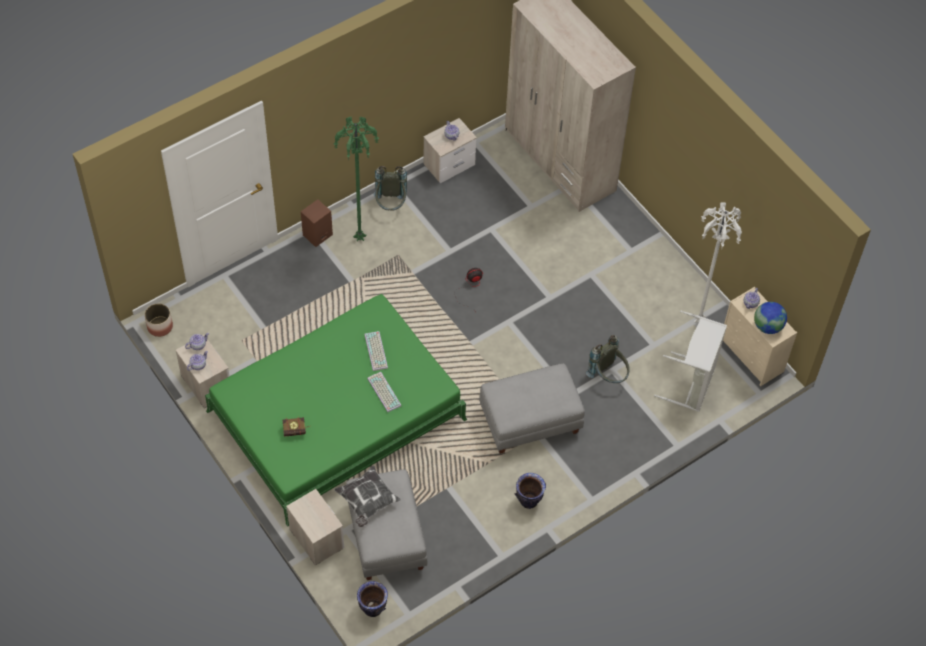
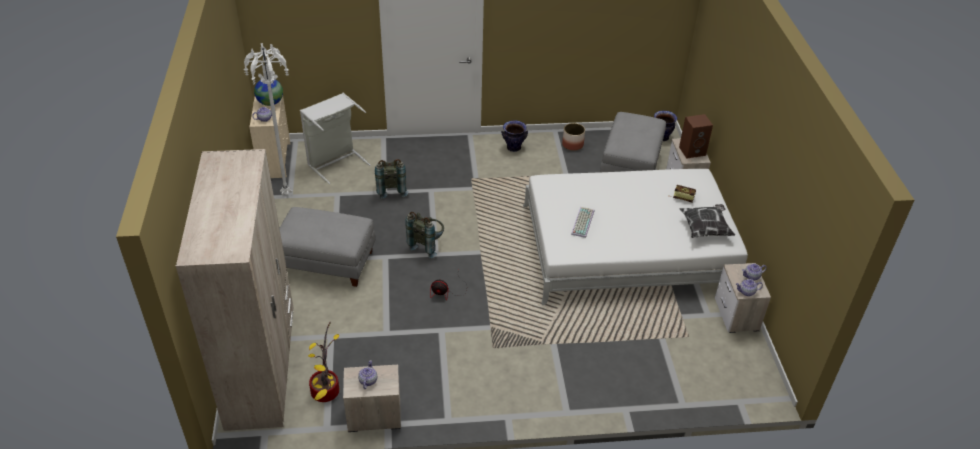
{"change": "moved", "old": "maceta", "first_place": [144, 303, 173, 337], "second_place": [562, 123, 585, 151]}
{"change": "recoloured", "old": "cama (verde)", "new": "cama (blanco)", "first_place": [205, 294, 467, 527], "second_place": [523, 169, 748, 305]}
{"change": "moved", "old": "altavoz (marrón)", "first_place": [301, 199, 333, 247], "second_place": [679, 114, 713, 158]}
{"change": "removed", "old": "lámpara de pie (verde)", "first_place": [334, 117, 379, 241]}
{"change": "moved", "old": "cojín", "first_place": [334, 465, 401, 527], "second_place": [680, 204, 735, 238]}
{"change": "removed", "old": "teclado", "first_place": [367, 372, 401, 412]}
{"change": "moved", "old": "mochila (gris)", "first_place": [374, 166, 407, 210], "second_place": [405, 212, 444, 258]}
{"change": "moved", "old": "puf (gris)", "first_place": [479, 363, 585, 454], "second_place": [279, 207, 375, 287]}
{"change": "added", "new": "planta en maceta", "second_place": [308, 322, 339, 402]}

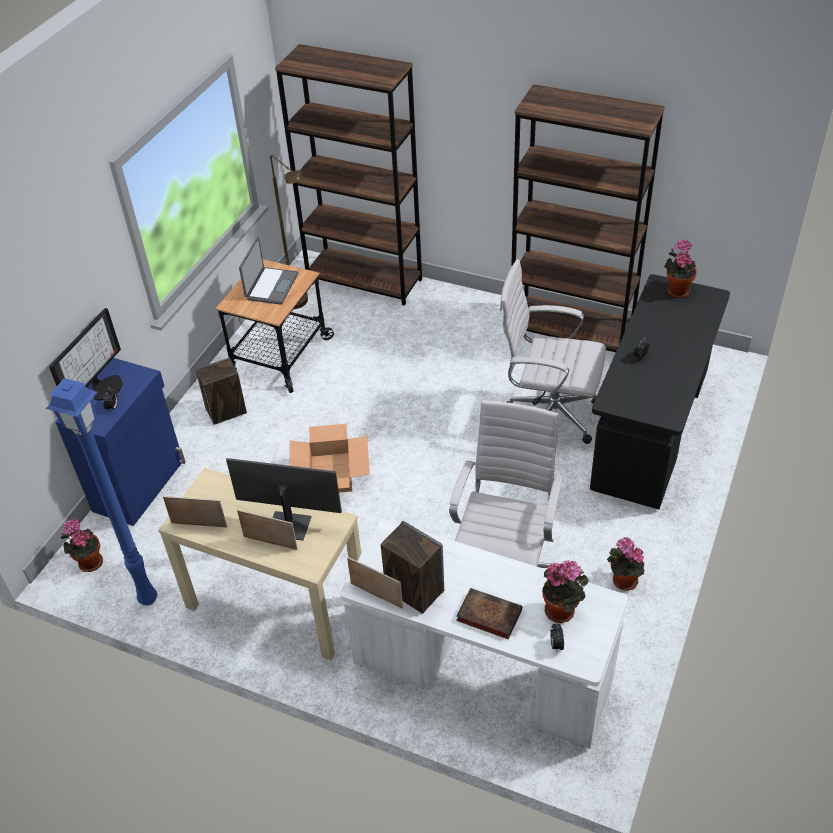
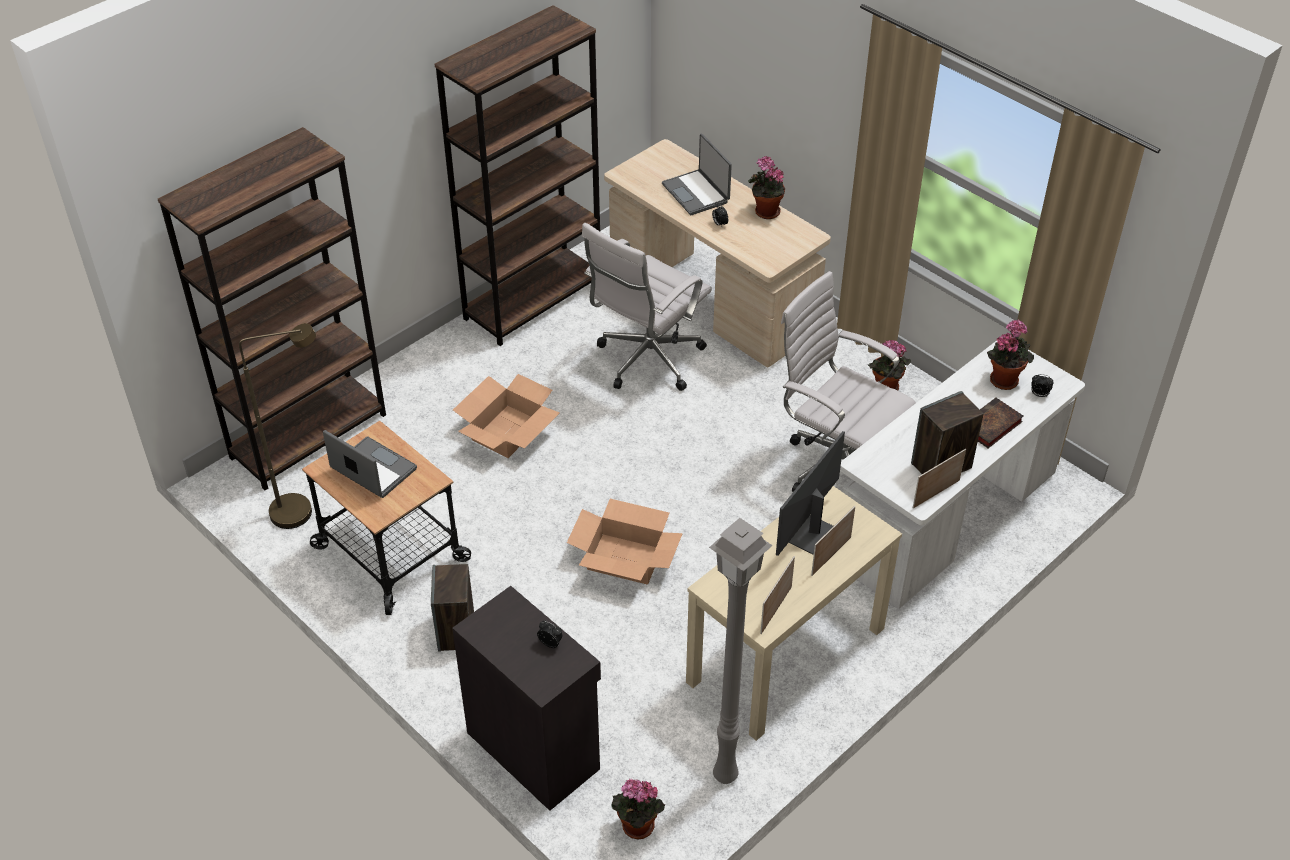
{"change": "recoloured", "old": "lámpara de pie (azul)", "new": "lámpara de pie (gris)", "first_place": [46, 378, 157, 606], "second_place": [709, 518, 773, 784]}
{"change": "removed", "old": "monitor", "first_place": [49, 308, 123, 401]}
{"change": "recoloured", "old": "armario (azul)", "new": "armario (negro)", "first_place": [55, 358, 186, 526], "second_place": [452, 586, 601, 811]}
{"change": "recoloured", "old": "escritorio (negro)", "new": "escritorio (beis)", "first_place": [590, 274, 730, 509], "second_place": [604, 139, 831, 367]}
{"change": "moved", "old": "planta en maceta", "first_place": [664, 239, 697, 298], "second_place": [748, 156, 785, 219]}
{"change": "added", "new": "caja de cartón", "second_place": [453, 374, 560, 458]}
{"change": "added", "new": "portátil", "second_place": [662, 134, 732, 215]}

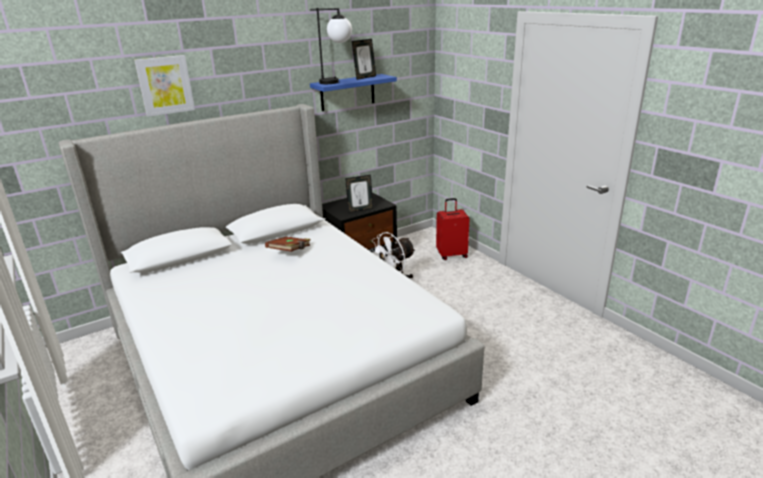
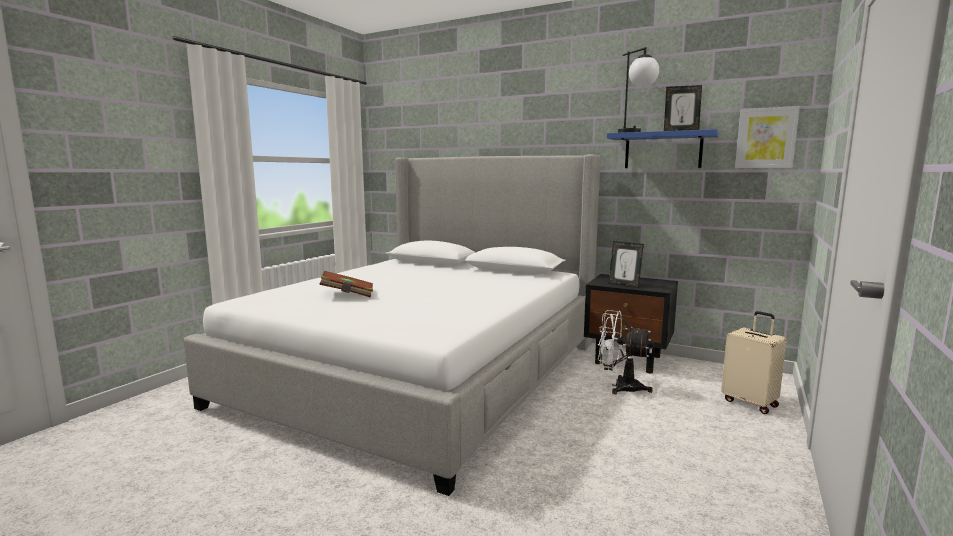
{"change": "moved", "old": "cuadro", "first_place": [134, 55, 195, 117], "second_place": [735, 106, 800, 168]}
{"change": "moved", "old": "libro (marrón)", "first_place": [265, 237, 311, 252], "second_place": [319, 271, 373, 298]}
{"change": "recoloured", "old": "maleta (rojo)", "new": "maleta (beis)", "first_place": [436, 198, 469, 260], "second_place": [721, 311, 787, 414]}

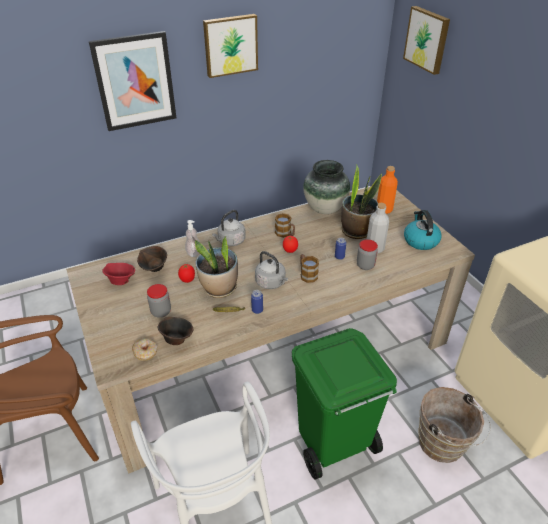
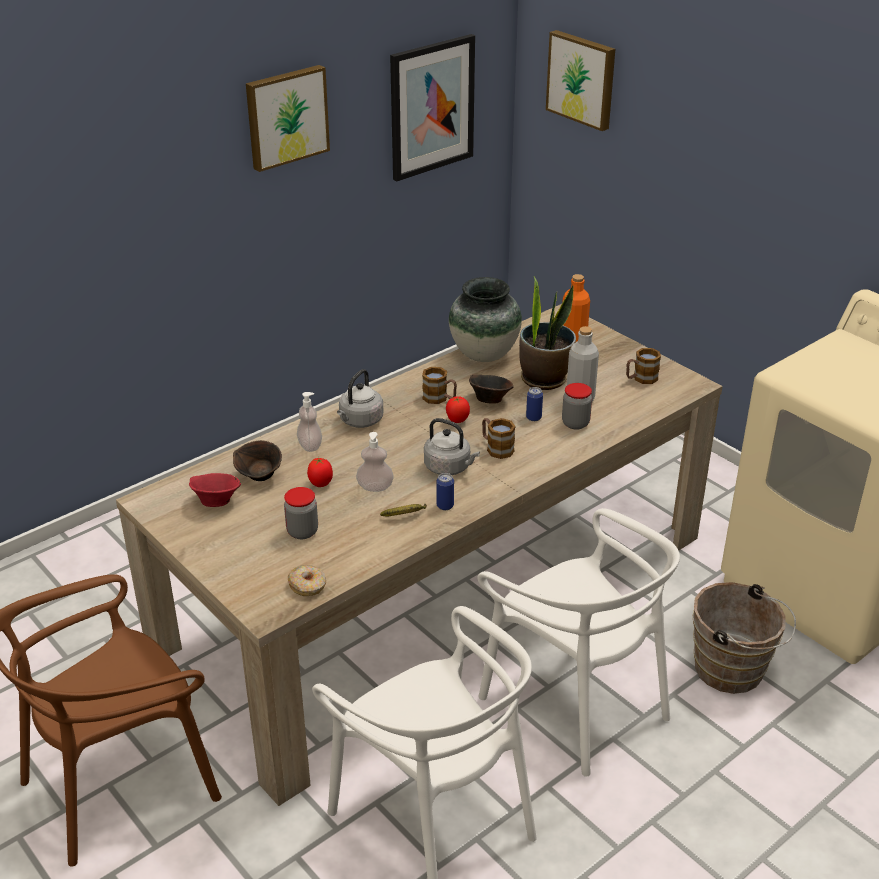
{"change": "moved", "old": "cuadro", "first_place": [89, 31, 176, 131], "second_place": [390, 34, 475, 182]}
{"change": "moved", "old": "cuenco (marrón)", "first_place": [158, 317, 193, 345], "second_place": [469, 374, 514, 404]}
{"change": "replaced", "old": "planta en maceta", "new": "dispensador de jabón", "first_place": [195, 236, 238, 298], "second_place": [356, 432, 394, 492]}
{"change": "replaced", "old": "papelera (verde)", "new": "silla (blanco)", "first_place": [292, 328, 397, 480], "second_place": [478, 508, 680, 776]}
{"change": "replaced", "old": "hervidor", "new": "taza grande", "first_place": [404, 210, 441, 250], "second_place": [626, 348, 661, 384]}

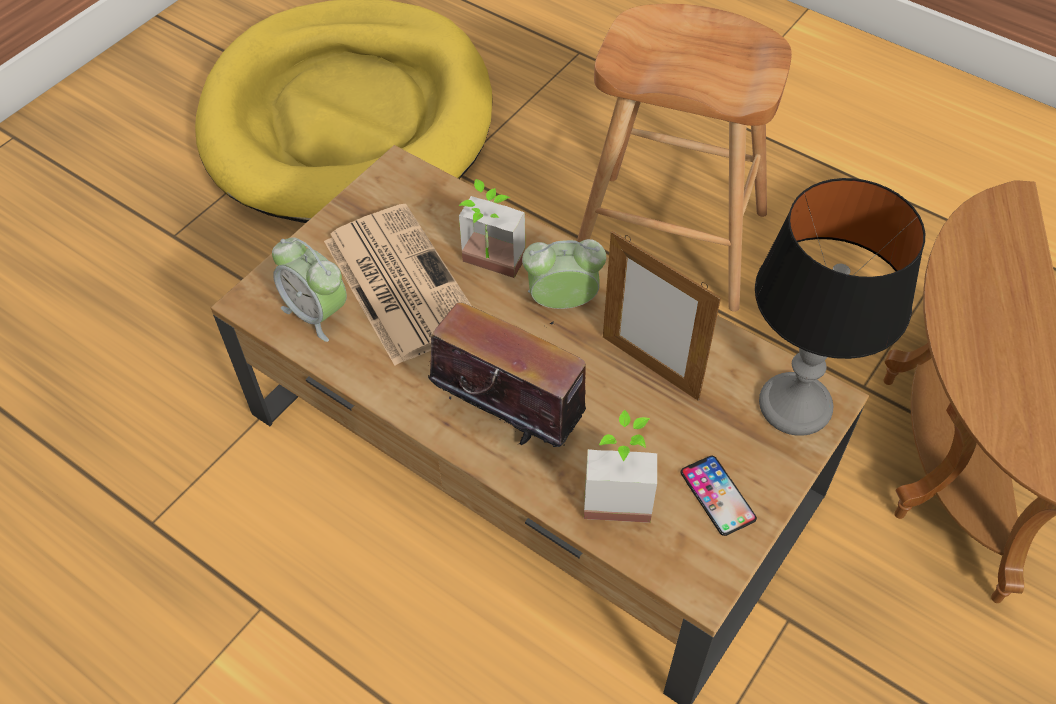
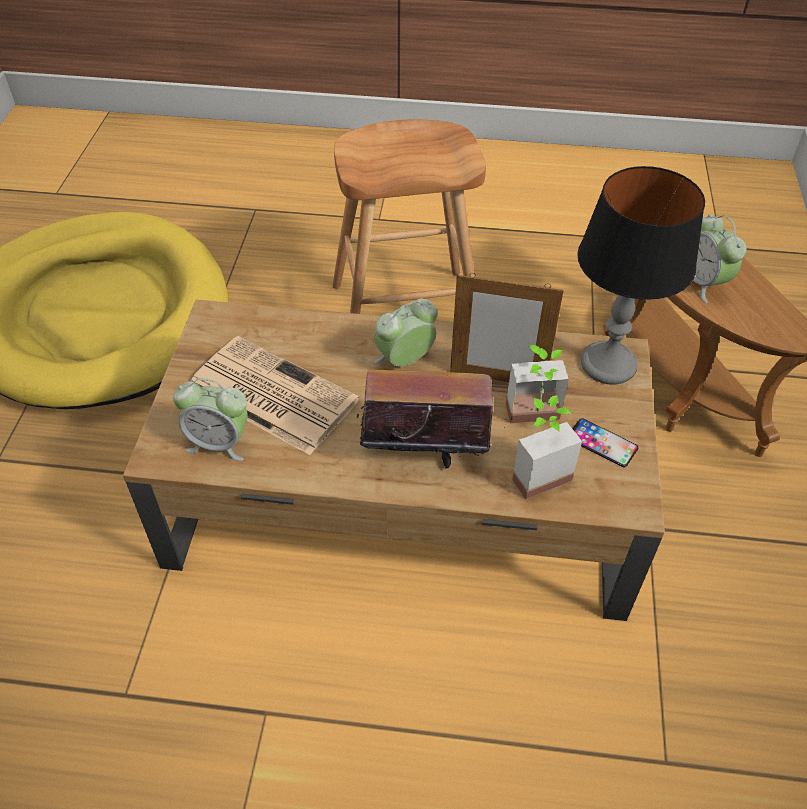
{"change": "moved", "old": "planta en maceta", "first_place": [459, 179, 525, 278], "second_place": [506, 345, 569, 423]}
{"change": "added", "new": "despertador", "second_place": [693, 214, 747, 303]}

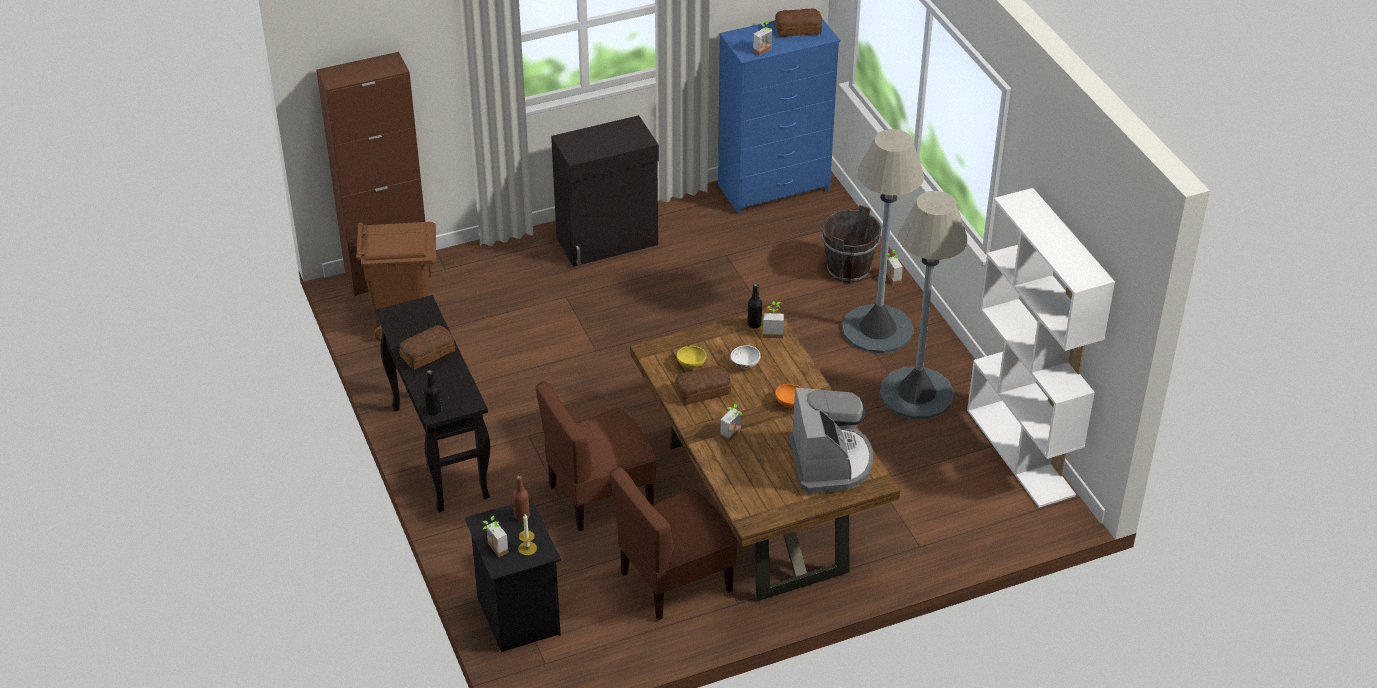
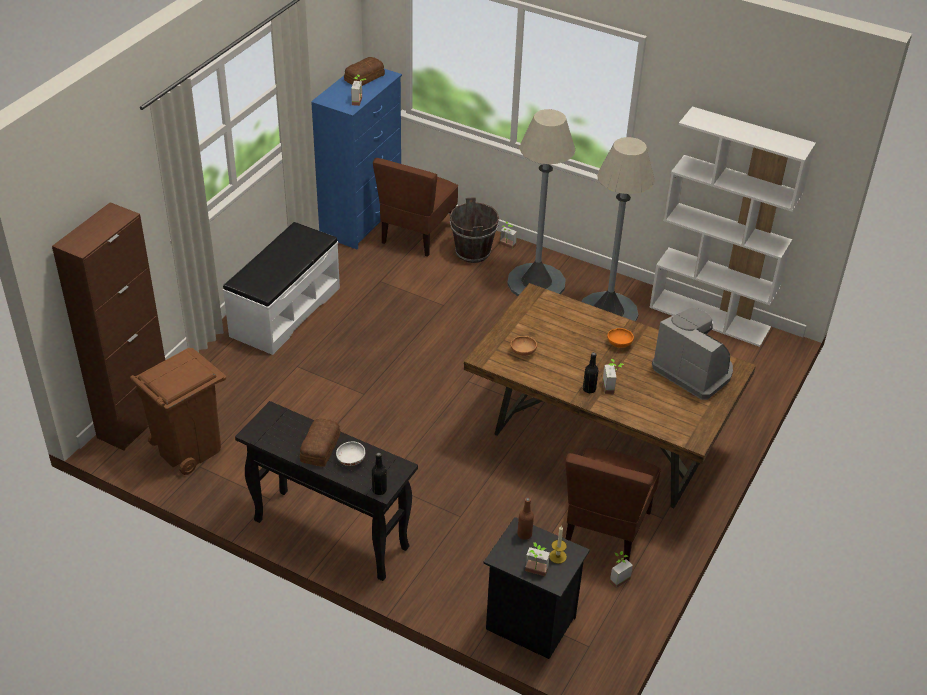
{"change": "moved", "old": "silla (marrón)", "first_place": [536, 382, 656, 531], "second_place": [373, 158, 458, 257]}
{"change": "replaced", "old": "armario (negro)", "new": "banco (blanco)", "first_place": [551, 115, 659, 267], "second_place": [223, 222, 340, 355]}
{"change": "removed", "old": "pan", "first_place": [675, 365, 731, 405]}
{"change": "recoloured", "old": "cuenco (amarillo)", "new": "cuenco (marrón)", "first_place": [677, 346, 706, 368], "second_place": [510, 336, 537, 356]}
{"change": "moved", "old": "cuenco (blanco)", "first_place": [731, 345, 760, 369], "second_place": [336, 442, 365, 466]}
{"change": "moved", "old": "botella (negro)", "first_place": [747, 284, 762, 328], "second_place": [583, 352, 599, 393]}
{"change": "moved", "old": "planta en maceta", "first_place": [763, 301, 784, 338], "second_place": [610, 551, 633, 588]}

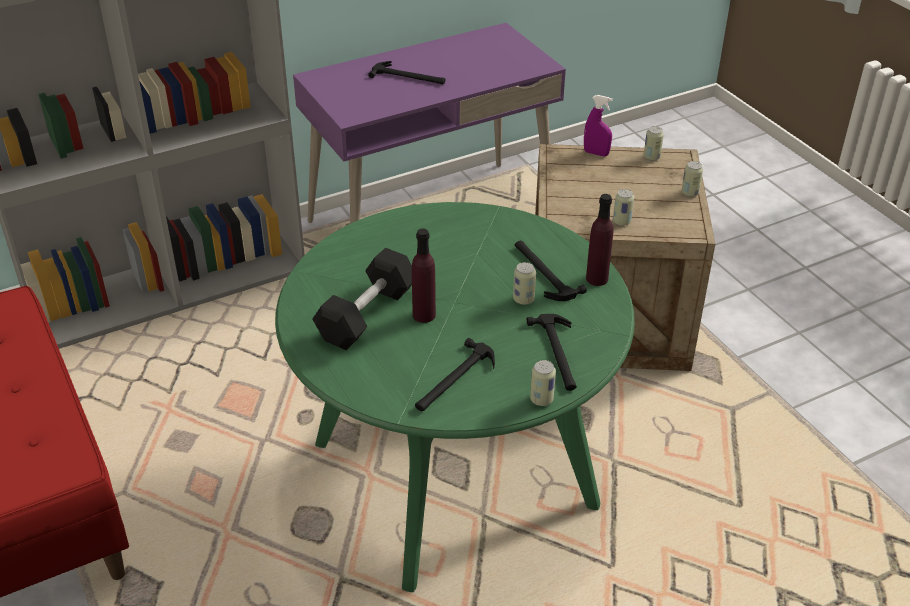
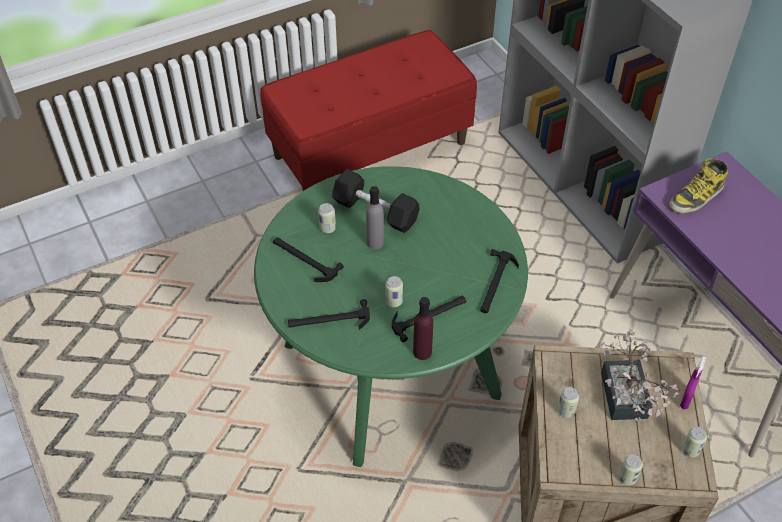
{"change": "moved", "old": "martillo", "first_place": [368, 61, 445, 84], "second_place": [480, 249, 519, 313]}
{"change": "recoloured", "old": "botella (morado)", "new": "botella (gris)", "first_place": [412, 229, 436, 323], "second_place": [366, 186, 384, 249]}
{"change": "moved", "old": "lata", "first_place": [530, 360, 556, 406], "second_place": [318, 203, 336, 233]}
{"change": "added", "new": "planta en maceta", "second_place": [598, 331, 679, 422]}
{"change": "added", "new": "bota", "second_place": [669, 158, 728, 213]}

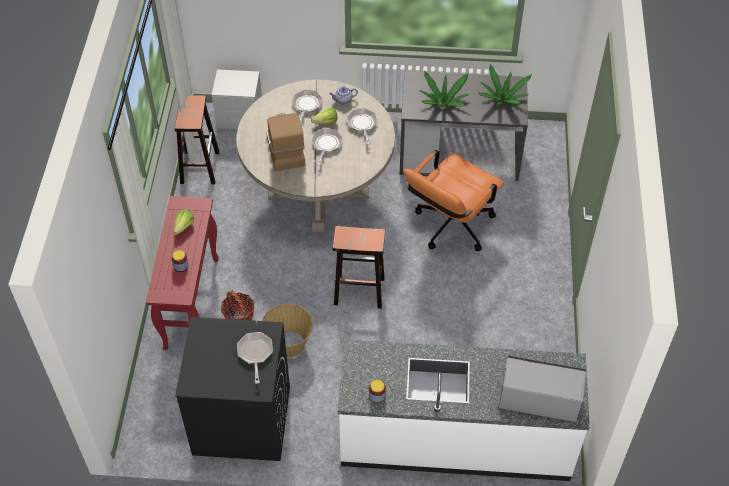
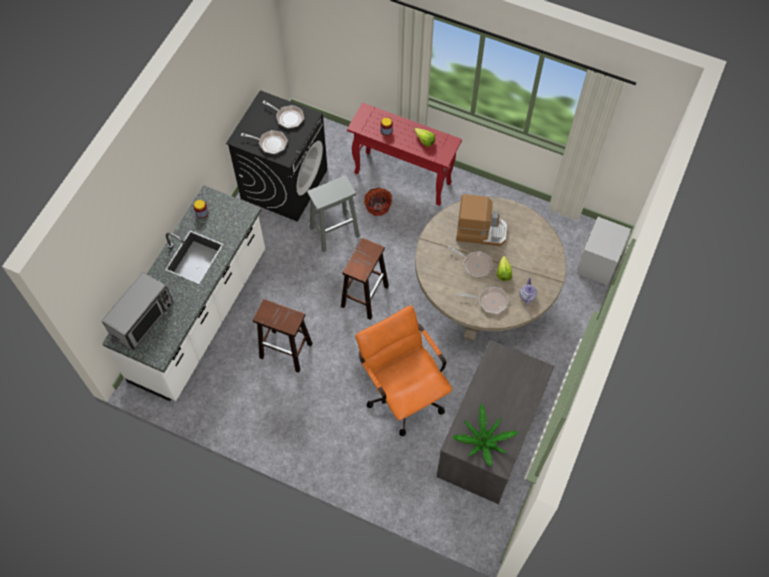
{"change": "moved", "old": "taburete (marrón)", "first_place": [175, 95, 219, 184], "second_place": [253, 299, 313, 373]}
{"change": "replaced", "old": "cesta", "new": "taburete (gris)", "first_place": [262, 304, 313, 358], "second_place": [307, 175, 360, 252]}
{"change": "moved", "old": "sartén", "first_place": [292, 90, 323, 123], "second_place": [262, 101, 304, 129]}
{"change": "removed", "old": "planta en maceta", "first_place": [419, 71, 469, 110]}

